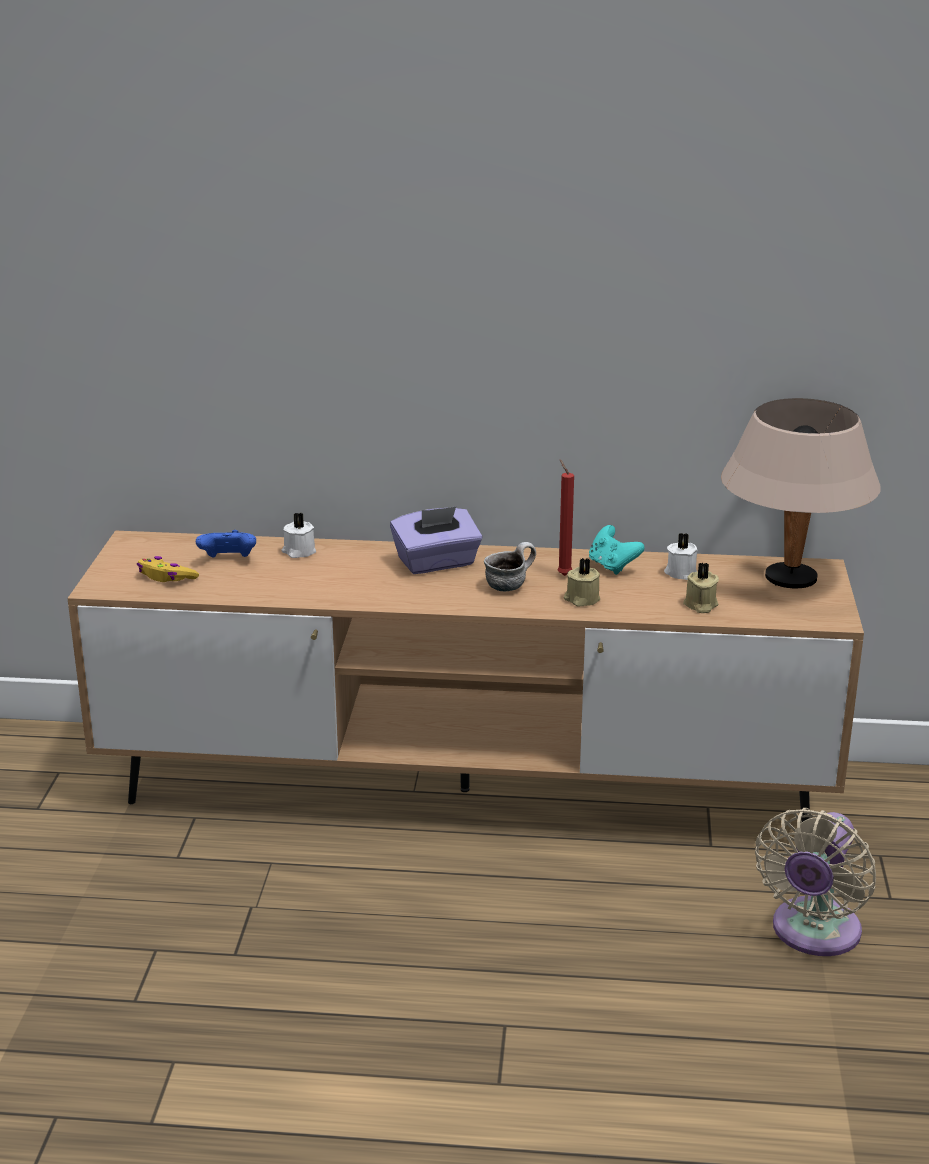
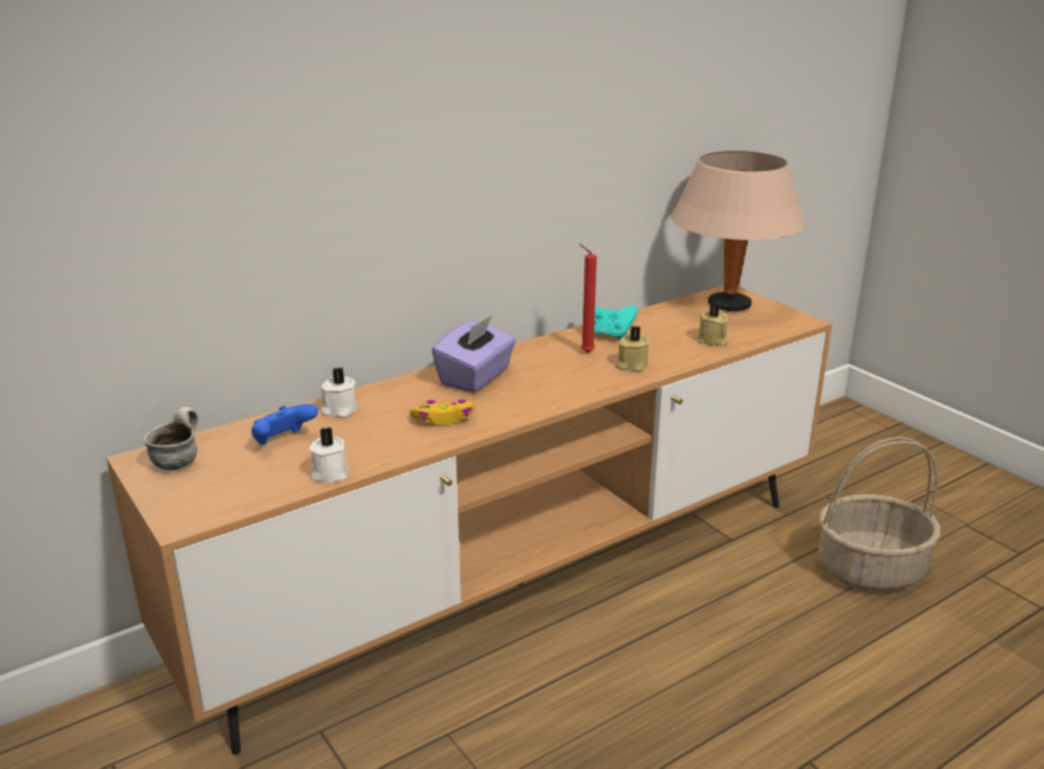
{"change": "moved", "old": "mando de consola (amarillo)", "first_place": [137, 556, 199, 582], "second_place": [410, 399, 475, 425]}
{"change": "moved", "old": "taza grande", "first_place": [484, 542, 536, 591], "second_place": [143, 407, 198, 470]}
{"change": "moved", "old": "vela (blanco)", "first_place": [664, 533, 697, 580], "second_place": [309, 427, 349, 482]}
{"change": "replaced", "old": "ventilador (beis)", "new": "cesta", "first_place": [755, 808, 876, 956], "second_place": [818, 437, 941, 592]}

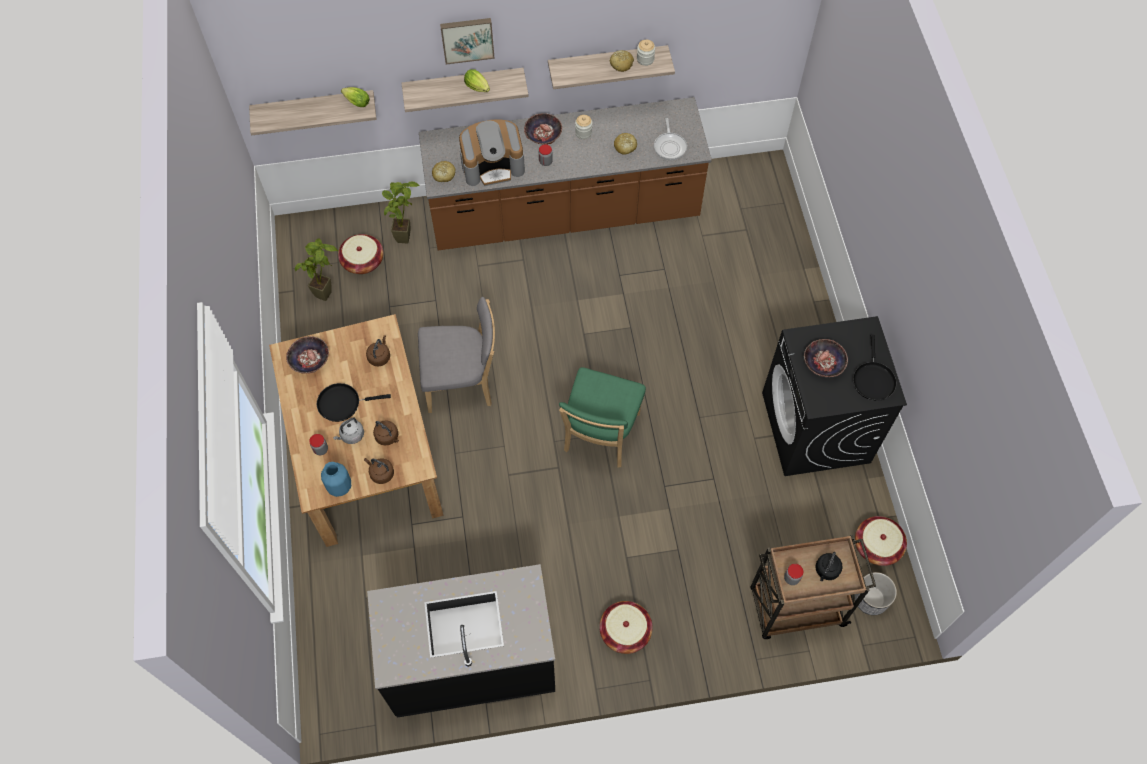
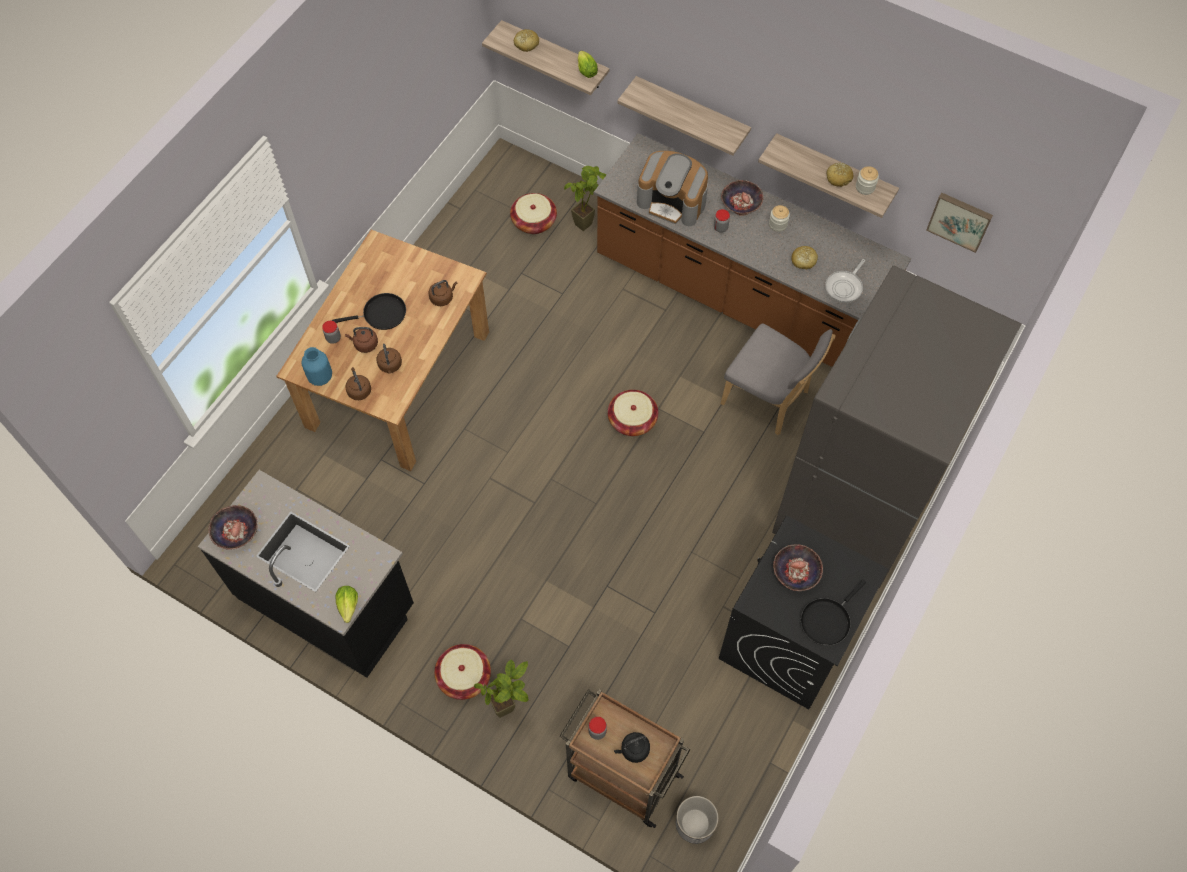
{"change": "moved", "old": "cuenco", "first_place": [286, 336, 329, 374], "second_place": [209, 505, 258, 550]}
{"change": "moved", "old": "planta en maceta", "first_place": [295, 238, 338, 301], "second_place": [474, 660, 529, 718]}
{"change": "turned", "old": "sartén (negro)", "first_place": [317, 383, 391, 422], "second_place": [332, 293, 406, 330], "degrees": 135}
{"change": "recoloured", "old": "hervidor (gris)", "new": "hervidor (marrón)", "first_place": [333, 417, 364, 444], "second_place": [345, 327, 378, 353]}
{"change": "moved", "old": "silla (gris)", "first_place": [418, 297, 495, 413], "second_place": [721, 324, 836, 435]}
{"change": "moved", "old": "pan", "first_place": [432, 161, 455, 182], "second_place": [514, 29, 539, 52]}
{"change": "moved", "old": "cuadro", "first_place": [440, 18, 495, 64], "second_place": [926, 193, 993, 253]}
{"change": "moved", "old": "lechuga", "first_place": [464, 69, 490, 92], "second_place": [335, 586, 358, 623]}
{"change": "removed", "old": "silla (verde)", "first_place": [559, 367, 646, 467]}
{"change": "moved", "old": "cesta", "first_place": [855, 516, 907, 566], "second_place": [608, 390, 658, 436]}
{"change": "added", "new": "nevera (gris)", "second_place": [772, 266, 1022, 588]}

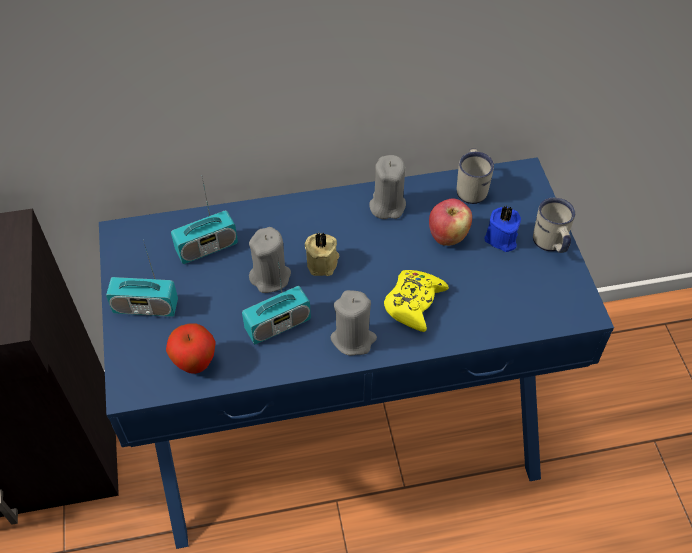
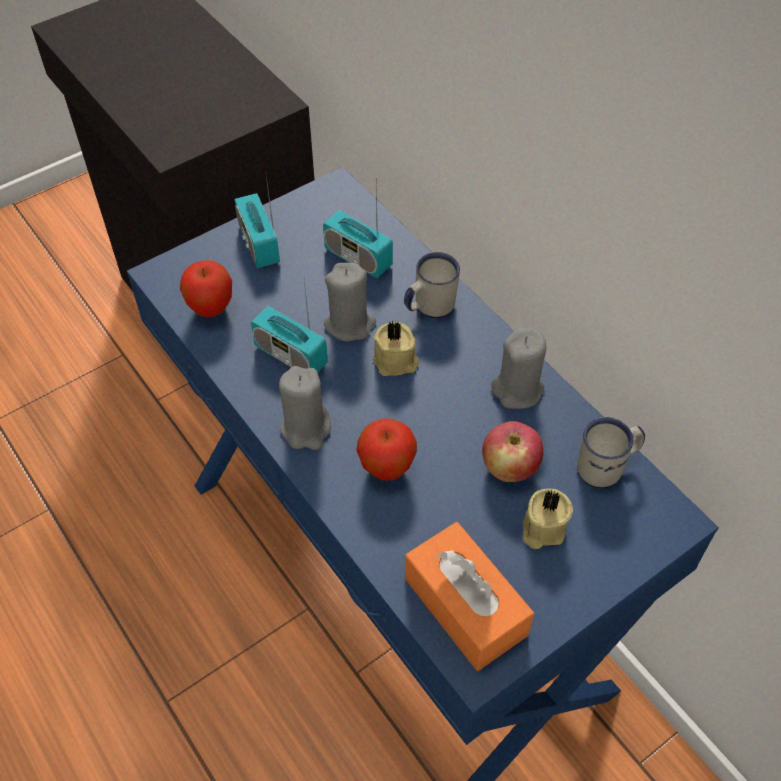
{"change": "replaced", "old": "mando de consola (amarillo)", "new": "manzana", "first_place": [384, 270, 449, 332], "second_place": [356, 418, 417, 481]}
{"change": "recoloured", "old": "vela (azul)", "new": "vela (beis)", "first_place": [484, 205, 521, 252], "second_place": [522, 489, 573, 549]}
{"change": "moved", "old": "taza grande (blanco)", "first_place": [533, 198, 576, 253], "second_place": [404, 252, 460, 318]}
{"change": "added", "new": "caja de pañuelos (naranja)", "second_place": [405, 522, 534, 671]}

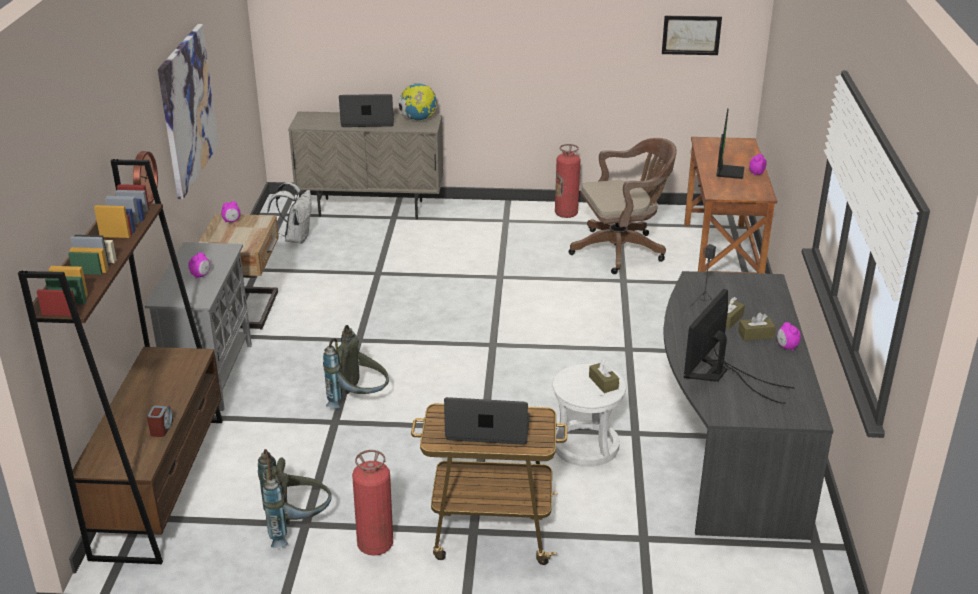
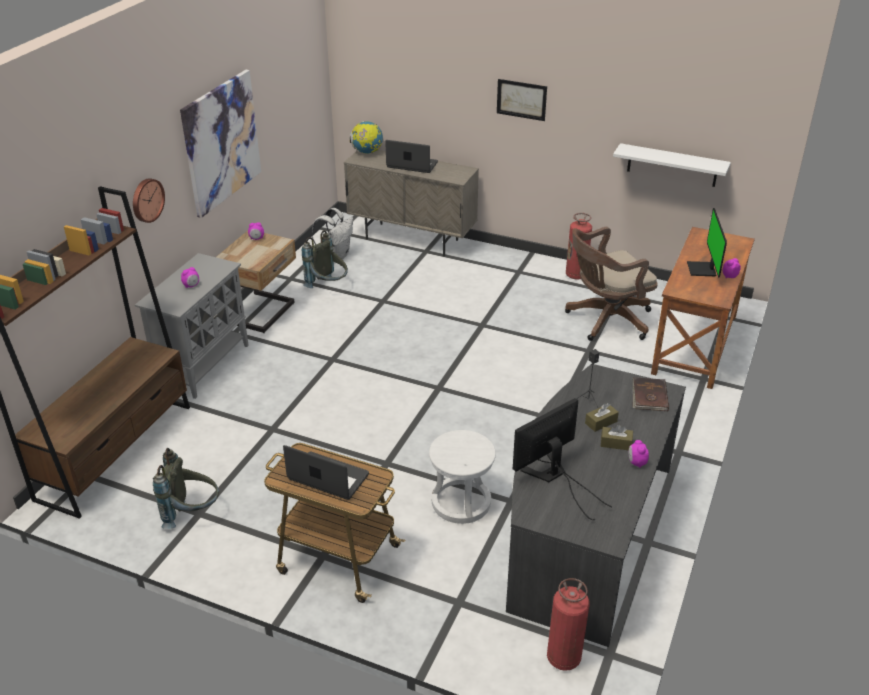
{"change": "removed", "old": "despertador", "first_place": [147, 406, 173, 437]}
{"change": "moved", "old": "mochila (gris)", "first_place": [323, 325, 389, 409], "second_place": [302, 230, 348, 288]}
{"change": "moved", "old": "extintor", "first_place": [352, 450, 393, 556], "second_place": [547, 578, 590, 671]}
{"change": "moved", "old": "globo terráqueo", "first_place": [399, 83, 437, 121], "second_place": [350, 121, 383, 154]}
{"change": "turned", "old": "silla de oficina (marrón)", "first_place": [569, 138, 677, 274], "second_place": [565, 227, 658, 341], "degrees": 150}
{"change": "removed", "old": "caja de pañuelos (marrón)", "first_place": [589, 360, 619, 393]}
{"change": "moved", "old": "cuadro", "first_place": [662, 16, 722, 55], "second_place": [497, 79, 547, 121]}
{"change": "turned", "old": "monitor", "first_place": [716, 108, 744, 179], "second_place": [687, 208, 727, 277], "degrees": 150}
{"change": "added", "new": "estante (blanco)", "second_place": [613, 143, 731, 187]}
{"change": "added", "new": "libro (marrón)", "second_place": [633, 377, 669, 411]}

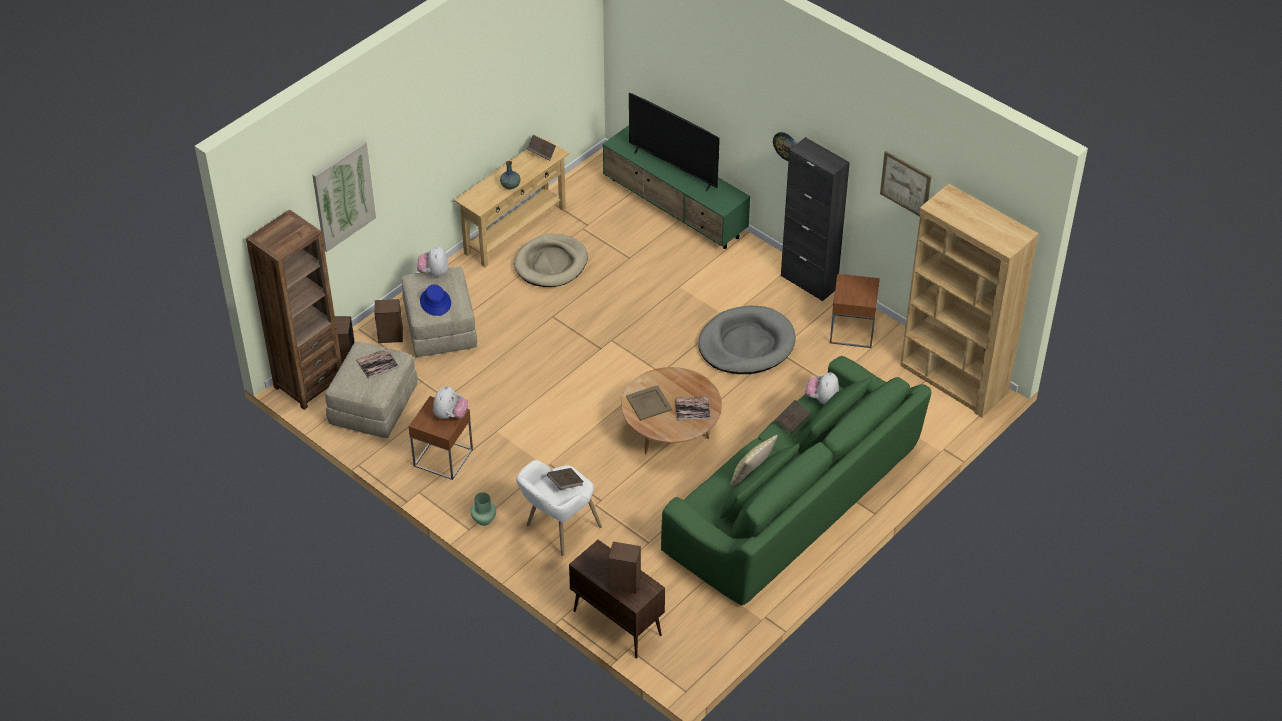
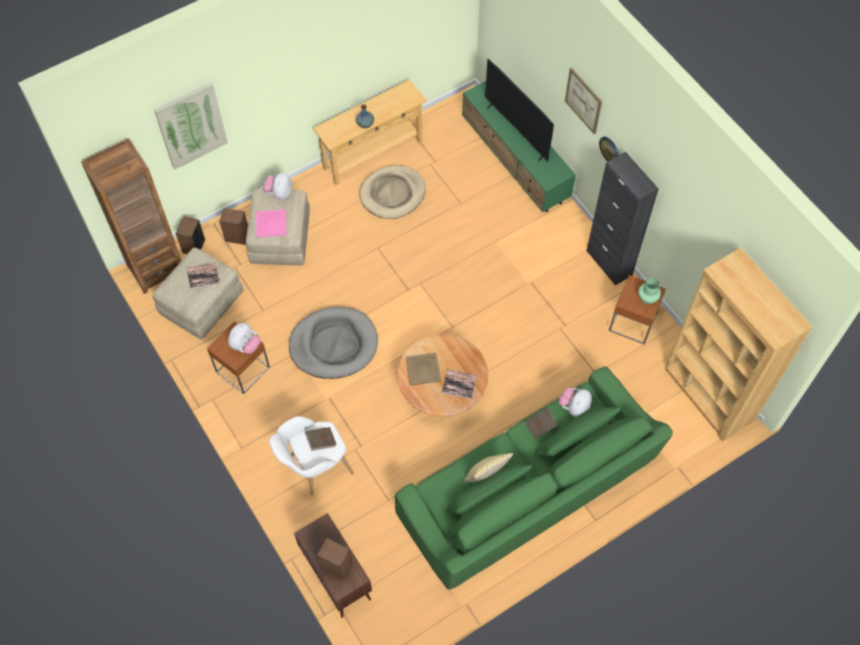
{"change": "replaced", "old": "sombrero (azul)", "new": "bandeja (rosa)", "first_place": [420, 285, 451, 316], "second_place": [256, 209, 286, 237]}
{"change": "moved", "old": "florero (verde)", "first_place": [470, 492, 496, 526], "second_place": [638, 278, 661, 304]}
{"change": "removed", "old": "libro (marrón)", "first_place": [527, 135, 556, 161]}
{"change": "moved", "old": "cama para perro (gris)", "first_place": [698, 306, 796, 374], "second_place": [289, 307, 378, 379]}
{"change": "moved", "old": "cuadro", "first_place": [880, 151, 932, 217], "second_place": [565, 68, 602, 135]}

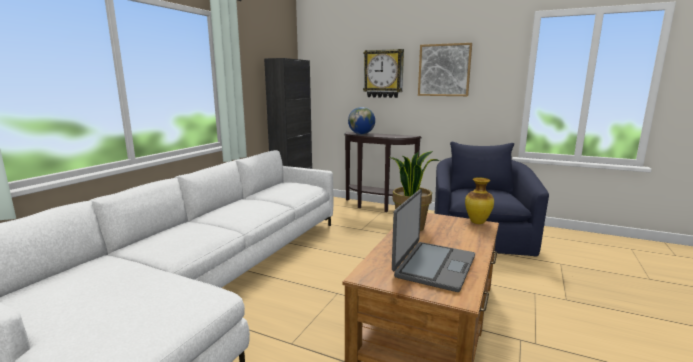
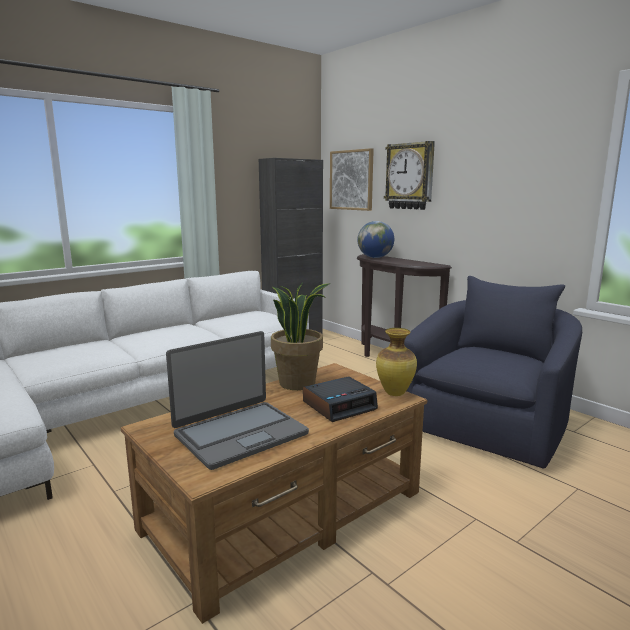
{"change": "moved", "old": "cuadro", "first_place": [418, 43, 472, 96], "second_place": [330, 148, 374, 211]}
{"change": "added", "new": "despertador", "second_place": [303, 376, 378, 422]}

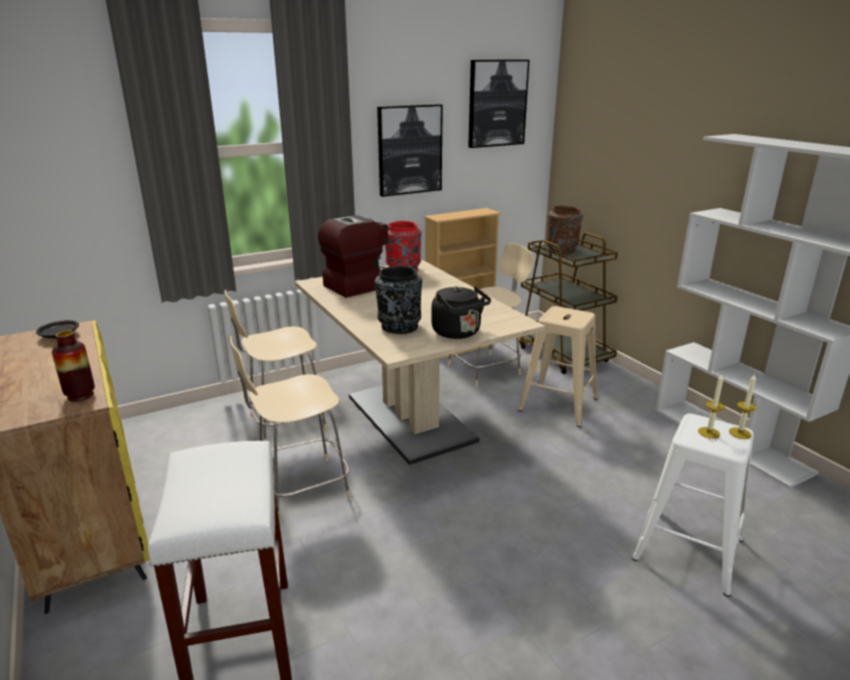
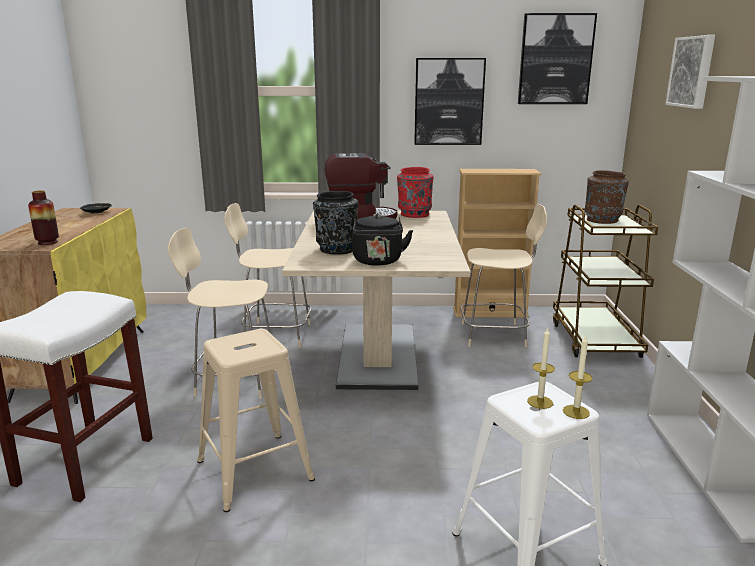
{"change": "moved", "old": "taburete (beis)", "first_place": [518, 306, 598, 427], "second_place": [197, 329, 315, 512]}
{"change": "added", "new": "cuadro", "second_place": [665, 35, 715, 109]}

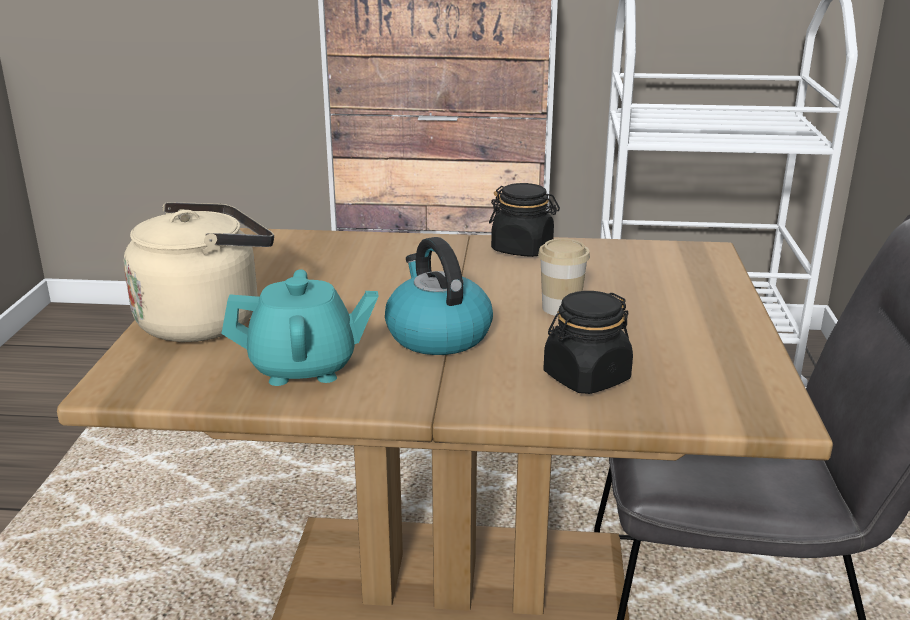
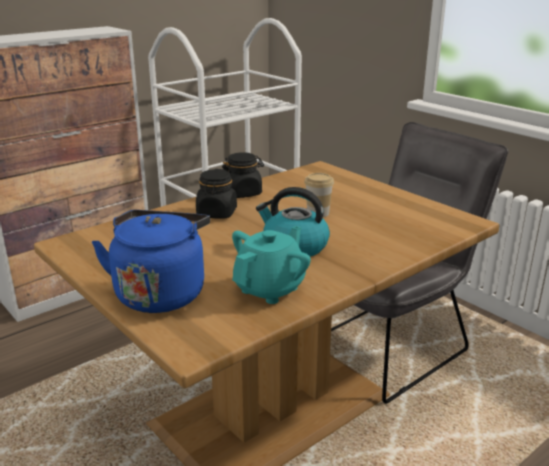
{"change": "recoloured", "old": "hervidor (beis)", "new": "hervidor (azul)", "first_place": [124, 202, 274, 342], "second_place": [92, 210, 210, 313]}
{"change": "moved", "old": "tarro (negro)", "first_place": [543, 291, 633, 394], "second_place": [196, 169, 237, 219]}

